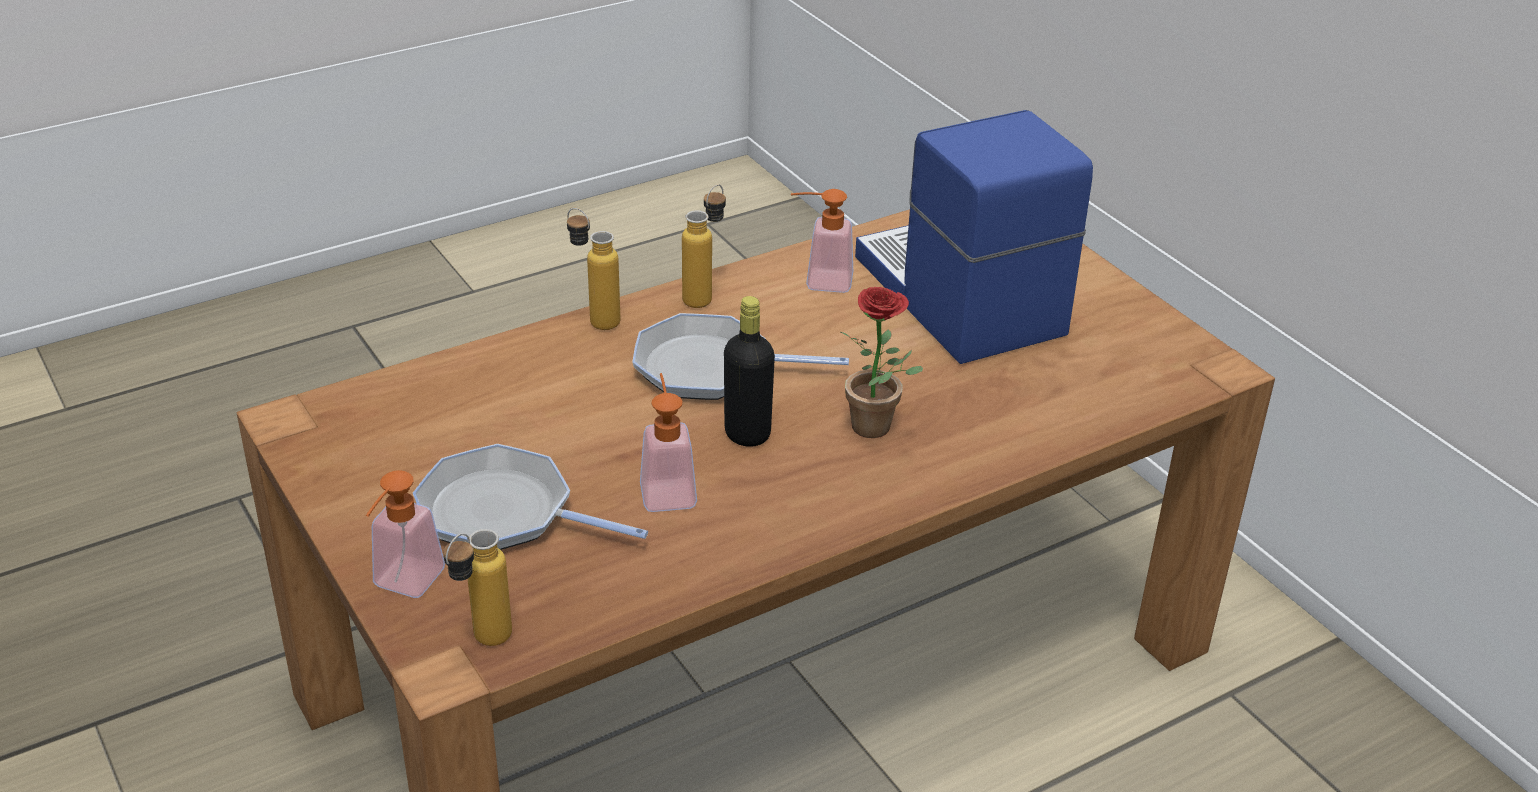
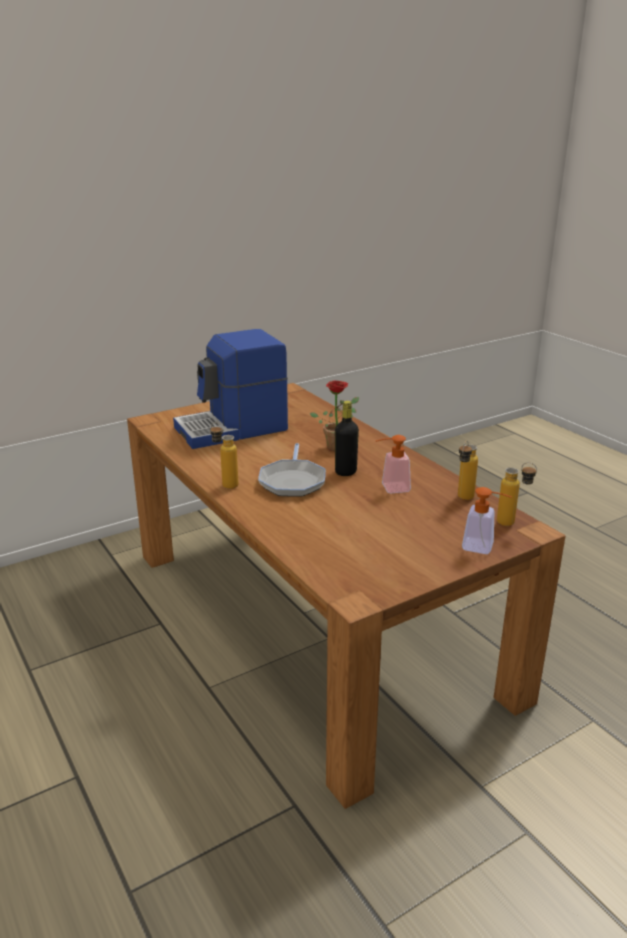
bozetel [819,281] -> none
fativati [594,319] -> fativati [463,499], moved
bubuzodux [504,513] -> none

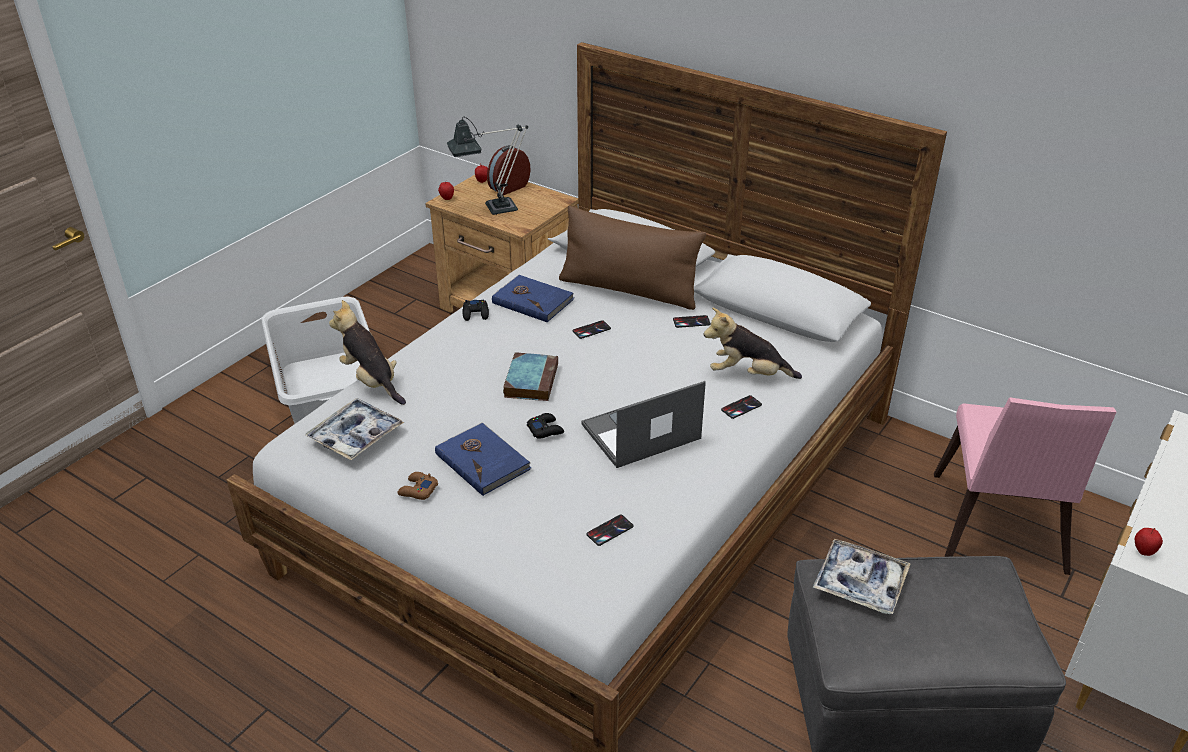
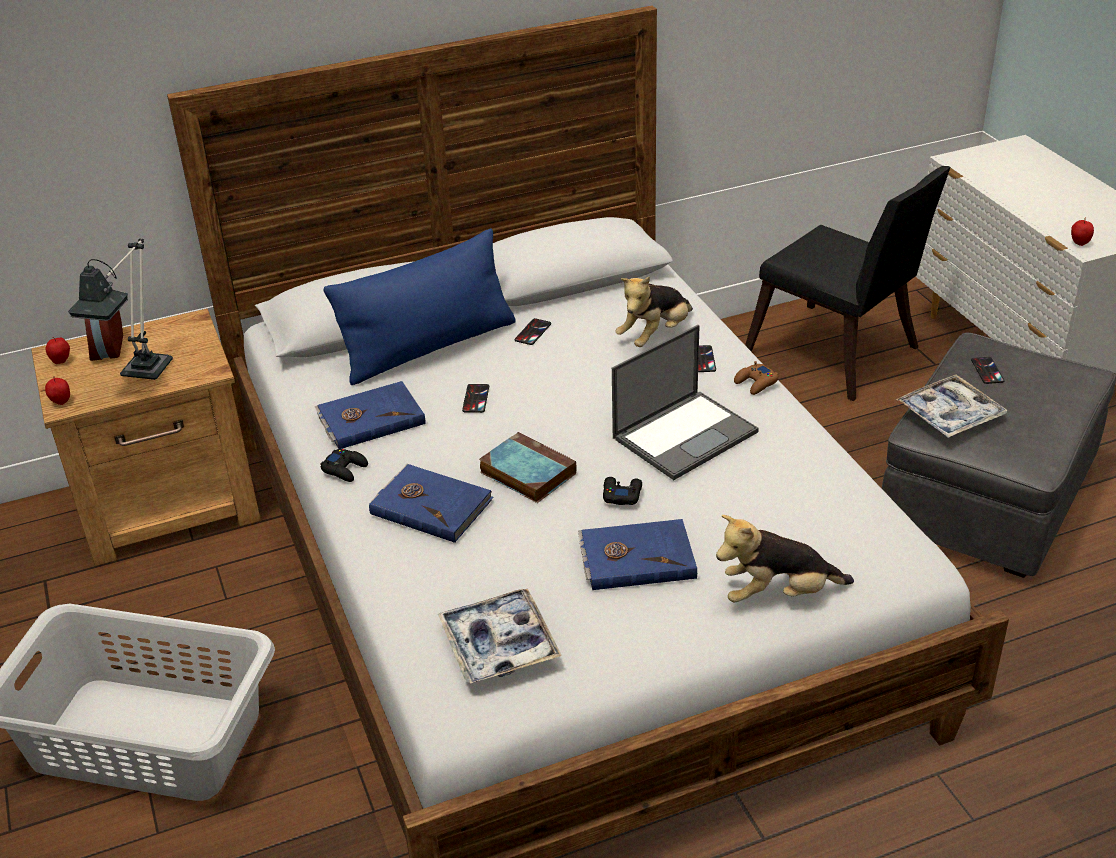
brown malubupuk [629,290] -> blue malubupuk [429,347]
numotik [371,381] -> numotik [778,594], moved
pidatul [640,432] -> pidatul [685,434], 135 degrees counterclockwise
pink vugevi [996,530] -> black vugevi [838,356]
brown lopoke [417,490] -> brown lopoke [756,383], moved
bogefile [609,530] -> bogefile [987,371], moved
none -> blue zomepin [431,505]

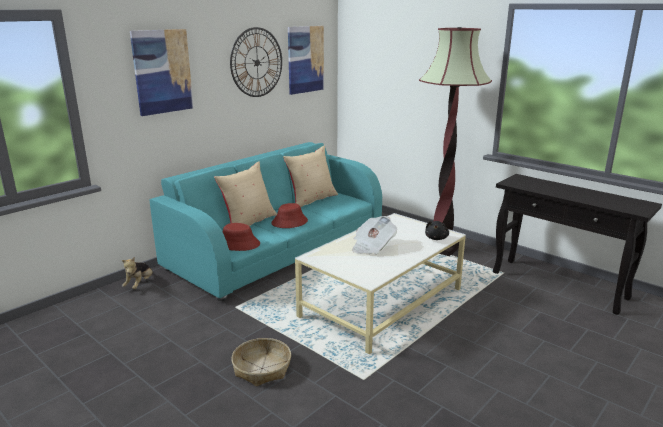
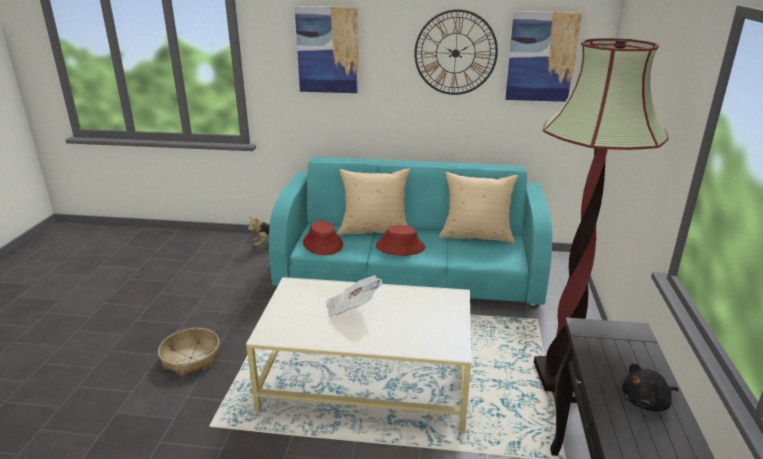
black numotik [436,238] -> black numotik [646,402], moved

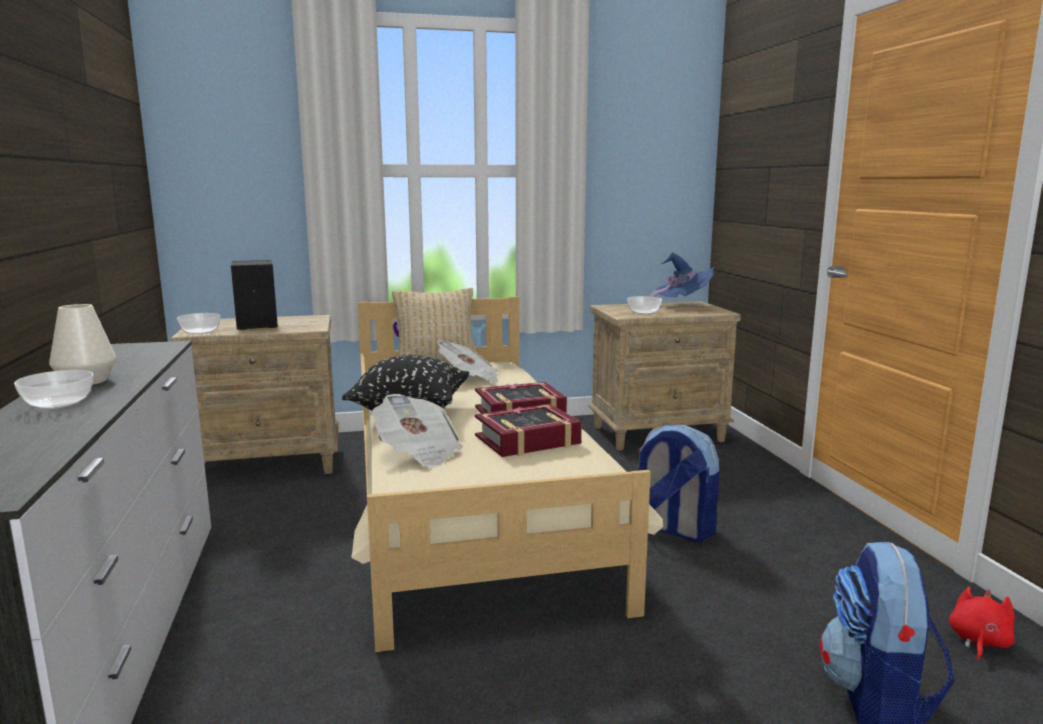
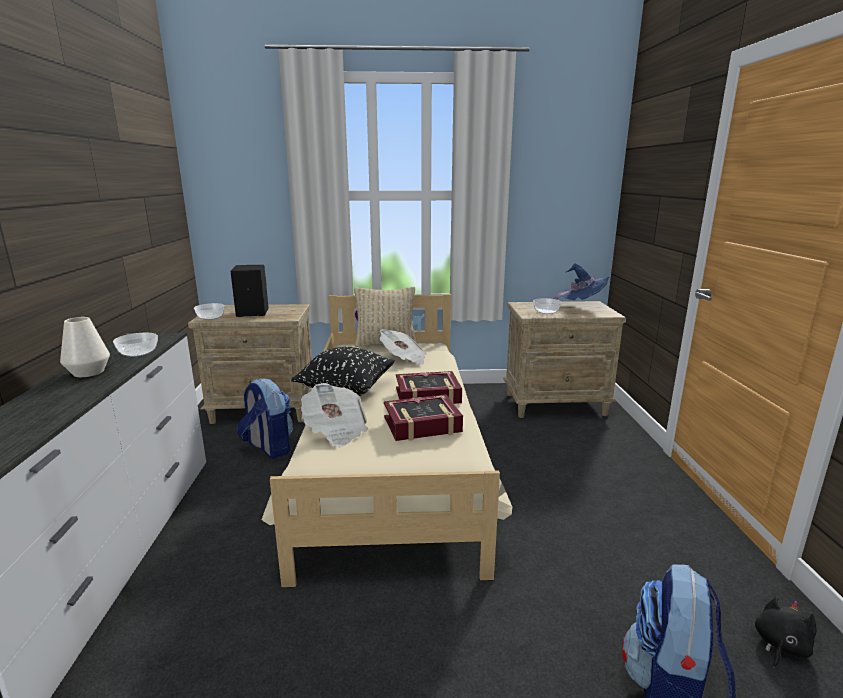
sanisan [59,403] -> sanisan [139,353], moved
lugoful [672,529] -> lugoful [268,448], moved
red numotik [978,642] -> black numotik [780,645]

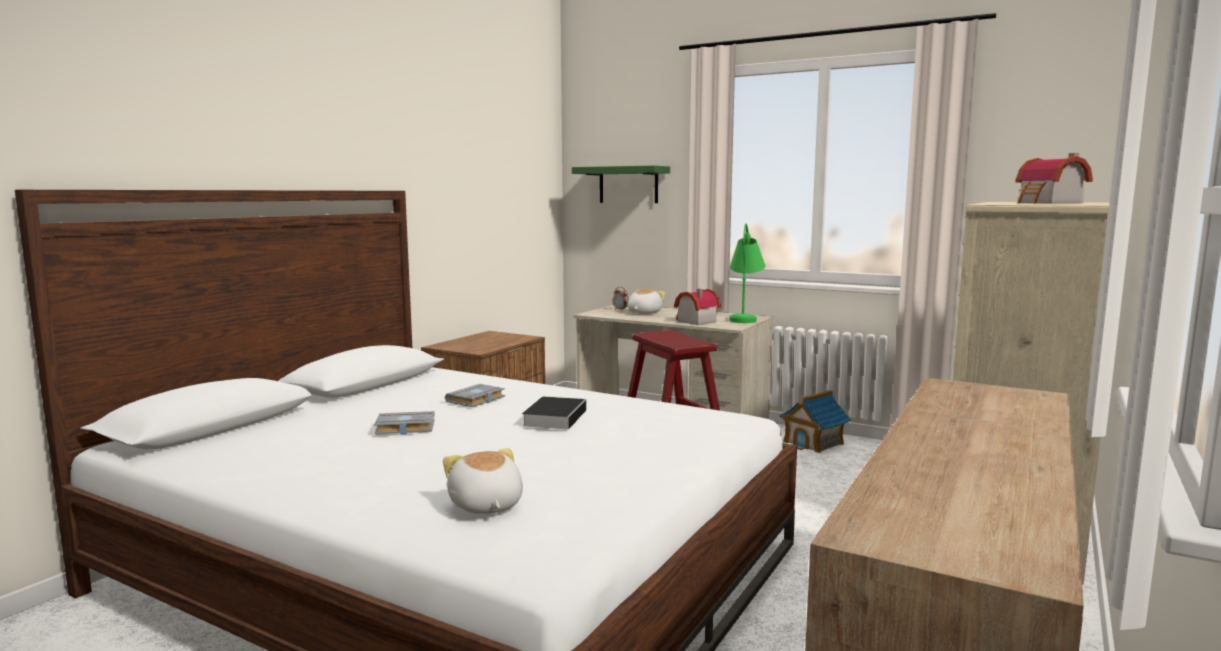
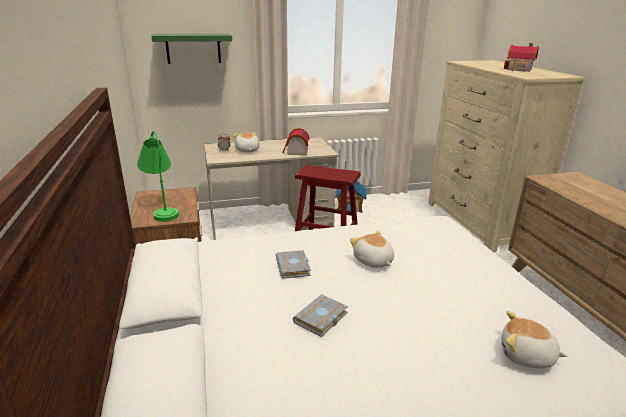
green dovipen [745,317] -> green dovipen [163,209], moved
zomepin [555,417] -> numotik [373,261]

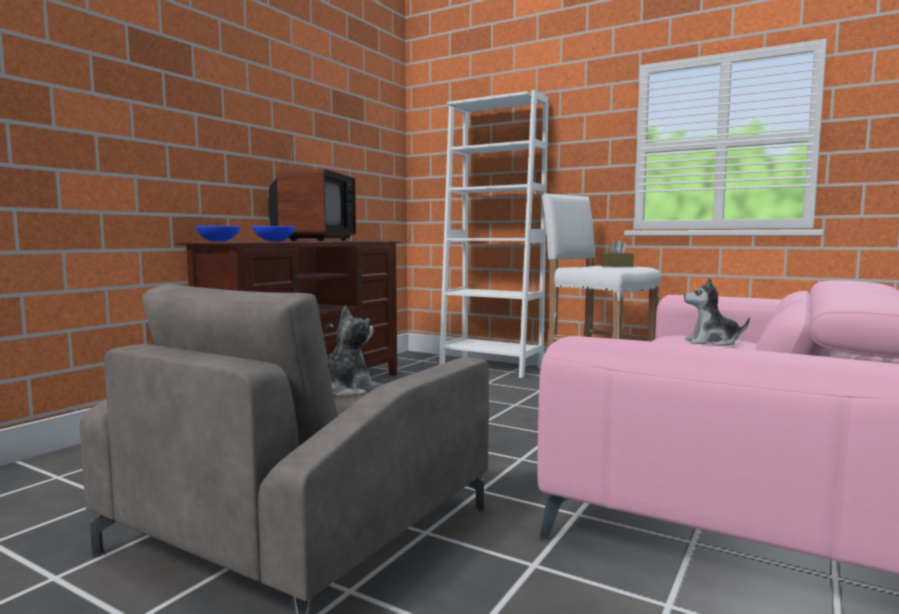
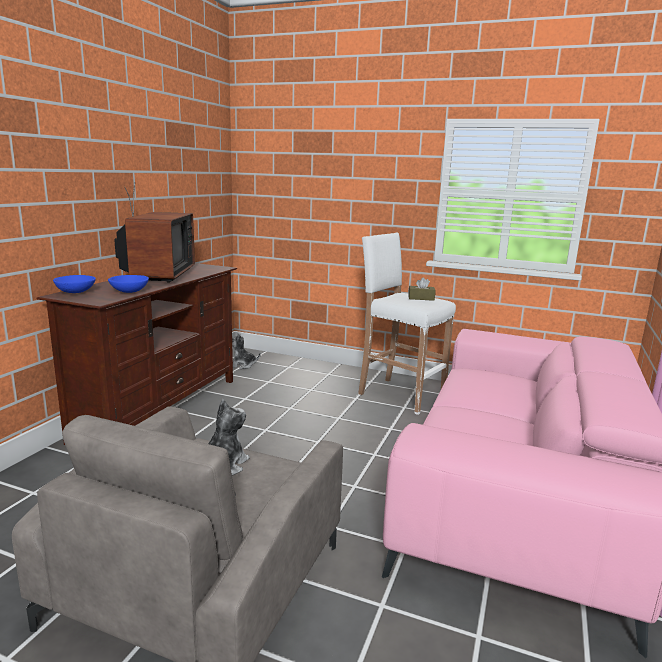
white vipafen [491,367] -> none
numotik [712,342] -> numotik [242,365], moved

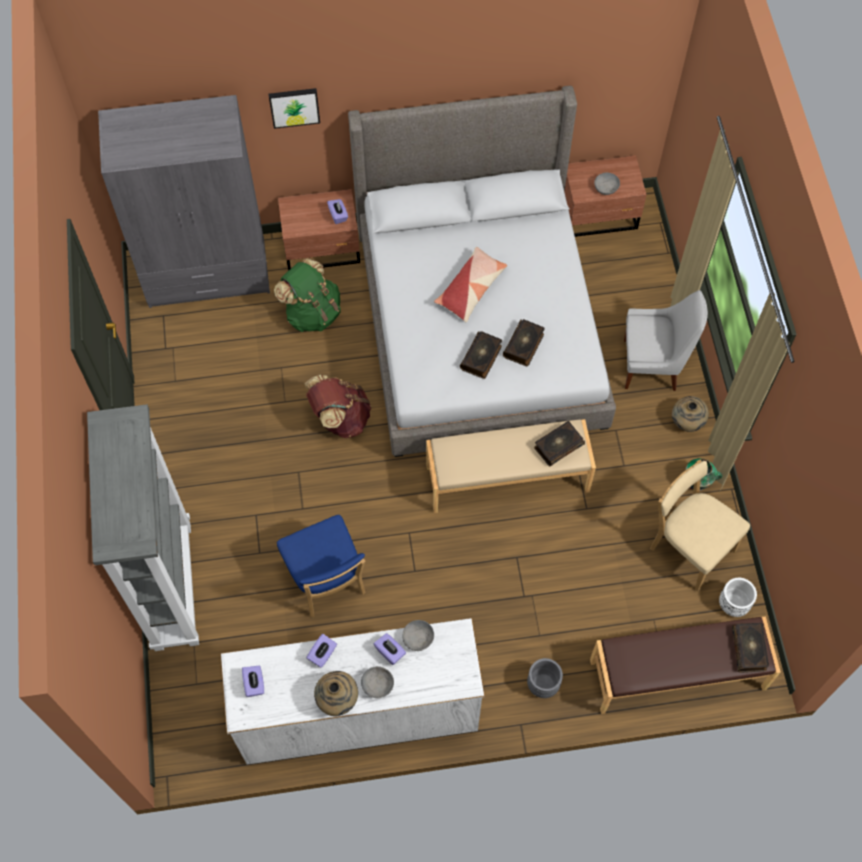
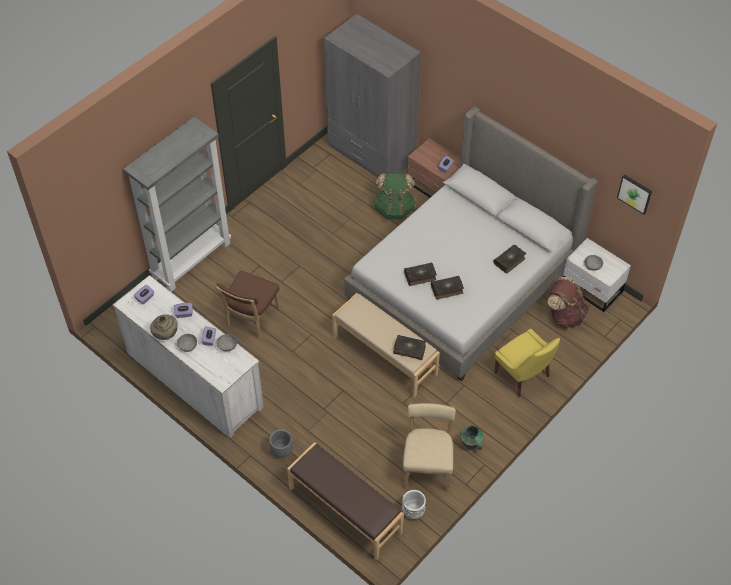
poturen [294,106] -> poturen [635,193], moved
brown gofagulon [599,215] -> white gofagulon [592,289]
malubupuk [471,288] -> none
white vugevi [652,365] -> yellow vugevi [523,376]
brown lugoful [340,418] -> brown lugoful [565,315], moved
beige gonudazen [686,423] -> none
blue vugevi [327,582] -> brown vugevi [251,319]
zomepin [749,649] -> zomepin [509,261], moved

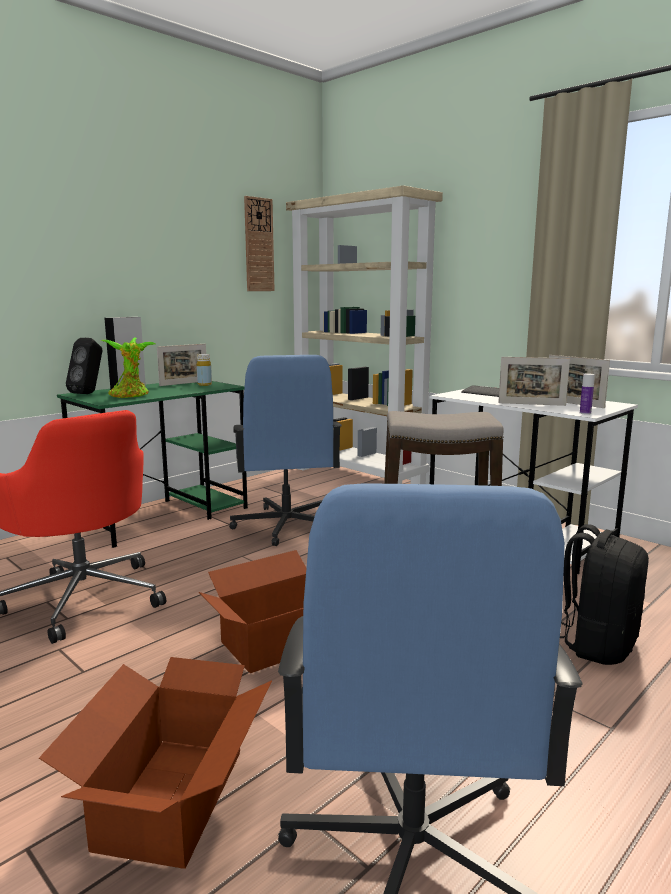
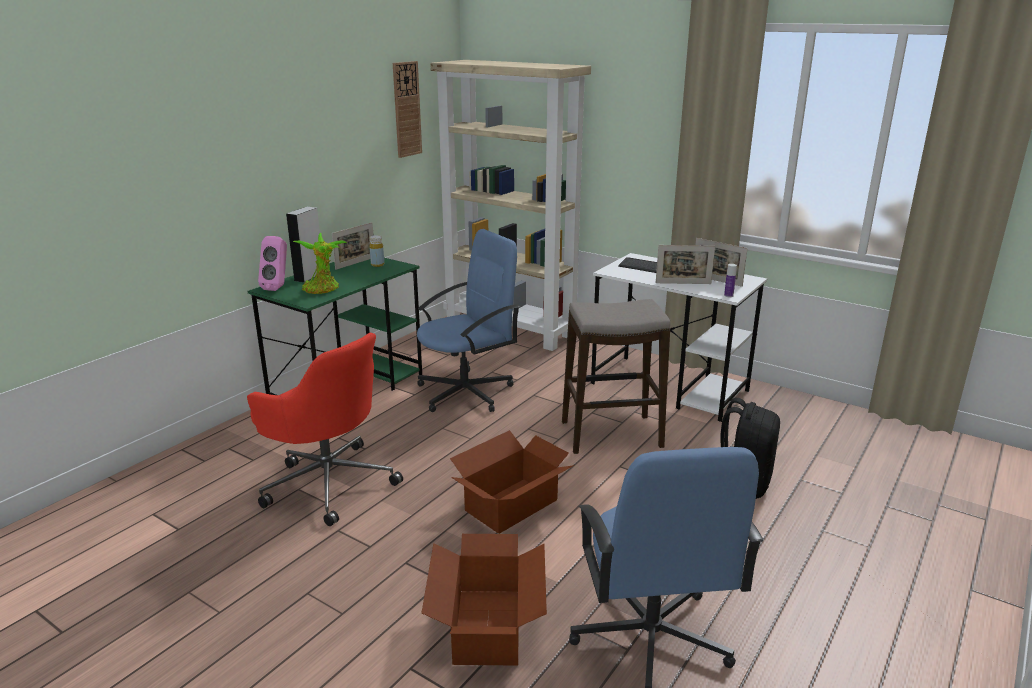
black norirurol [89,393] -> pink norirurol [278,287]
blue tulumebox [286,526] -> blue tulumebox [466,392], 105 degrees counterclockwise

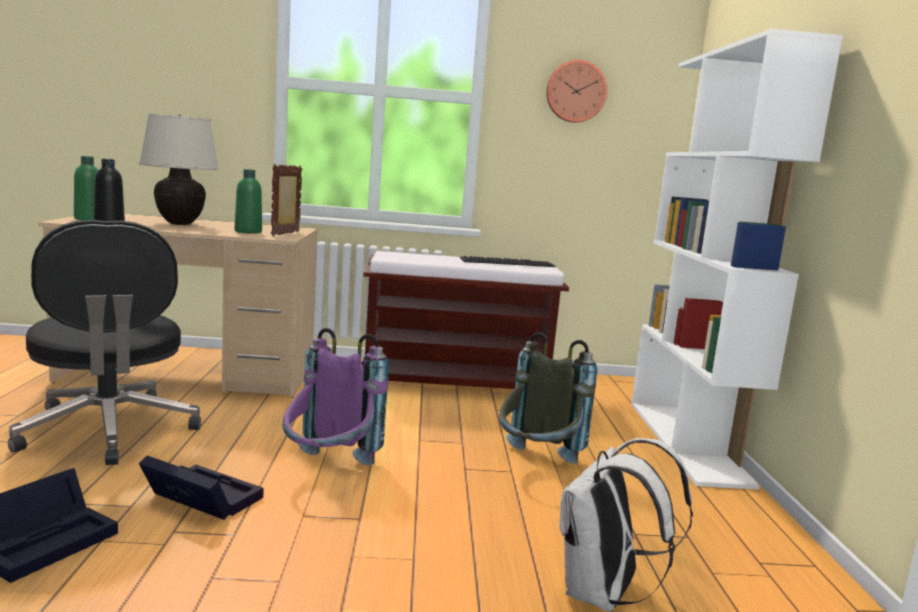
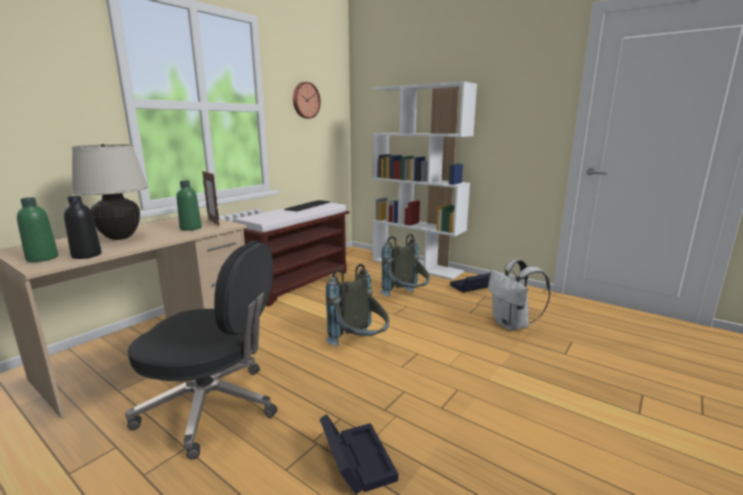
purple lugoful [329,470] -> grey lugoful [360,346]
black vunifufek [199,499] -> black vunifufek [472,287], moved

